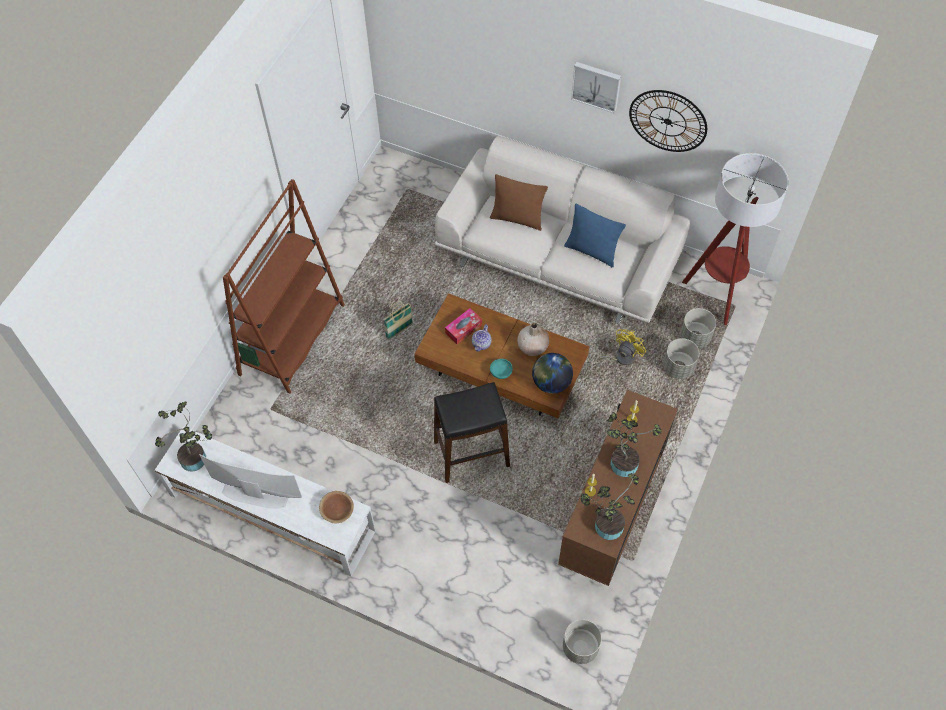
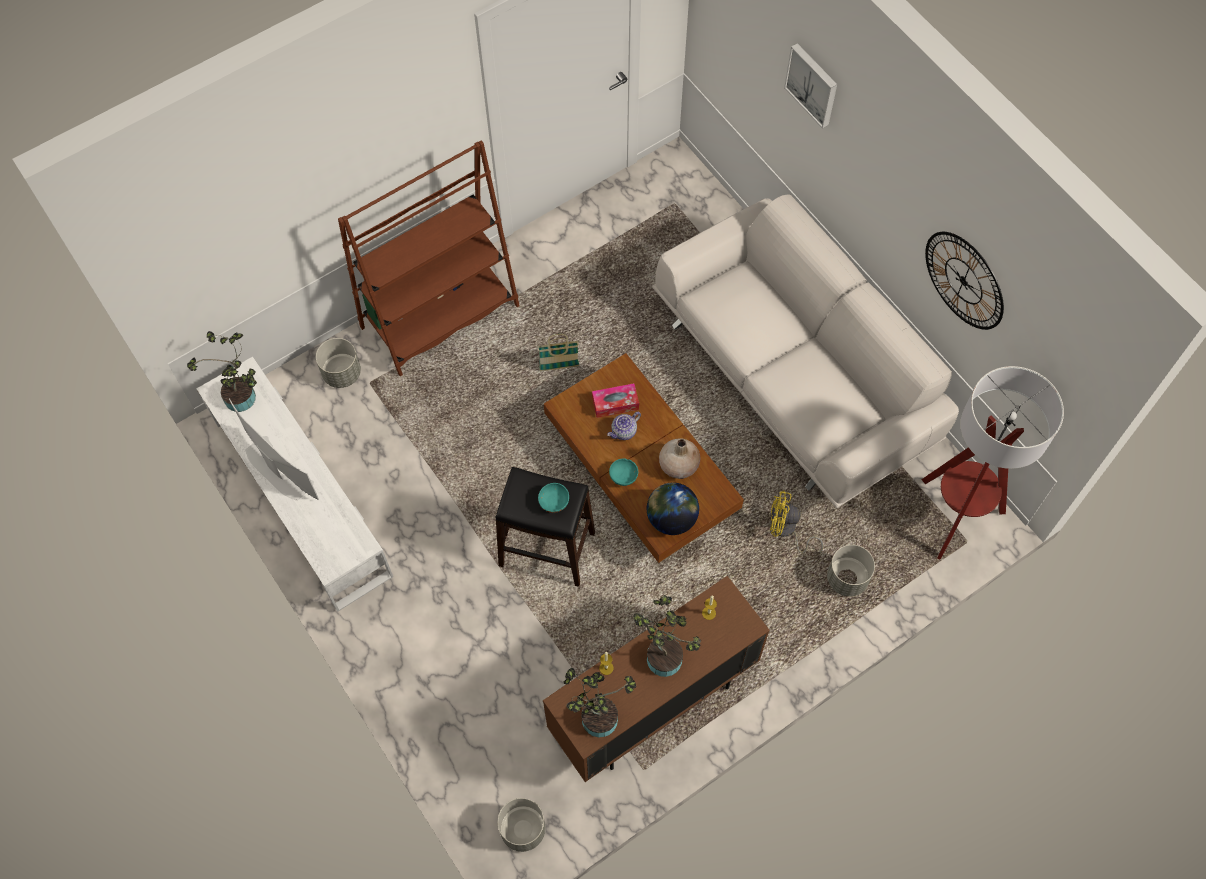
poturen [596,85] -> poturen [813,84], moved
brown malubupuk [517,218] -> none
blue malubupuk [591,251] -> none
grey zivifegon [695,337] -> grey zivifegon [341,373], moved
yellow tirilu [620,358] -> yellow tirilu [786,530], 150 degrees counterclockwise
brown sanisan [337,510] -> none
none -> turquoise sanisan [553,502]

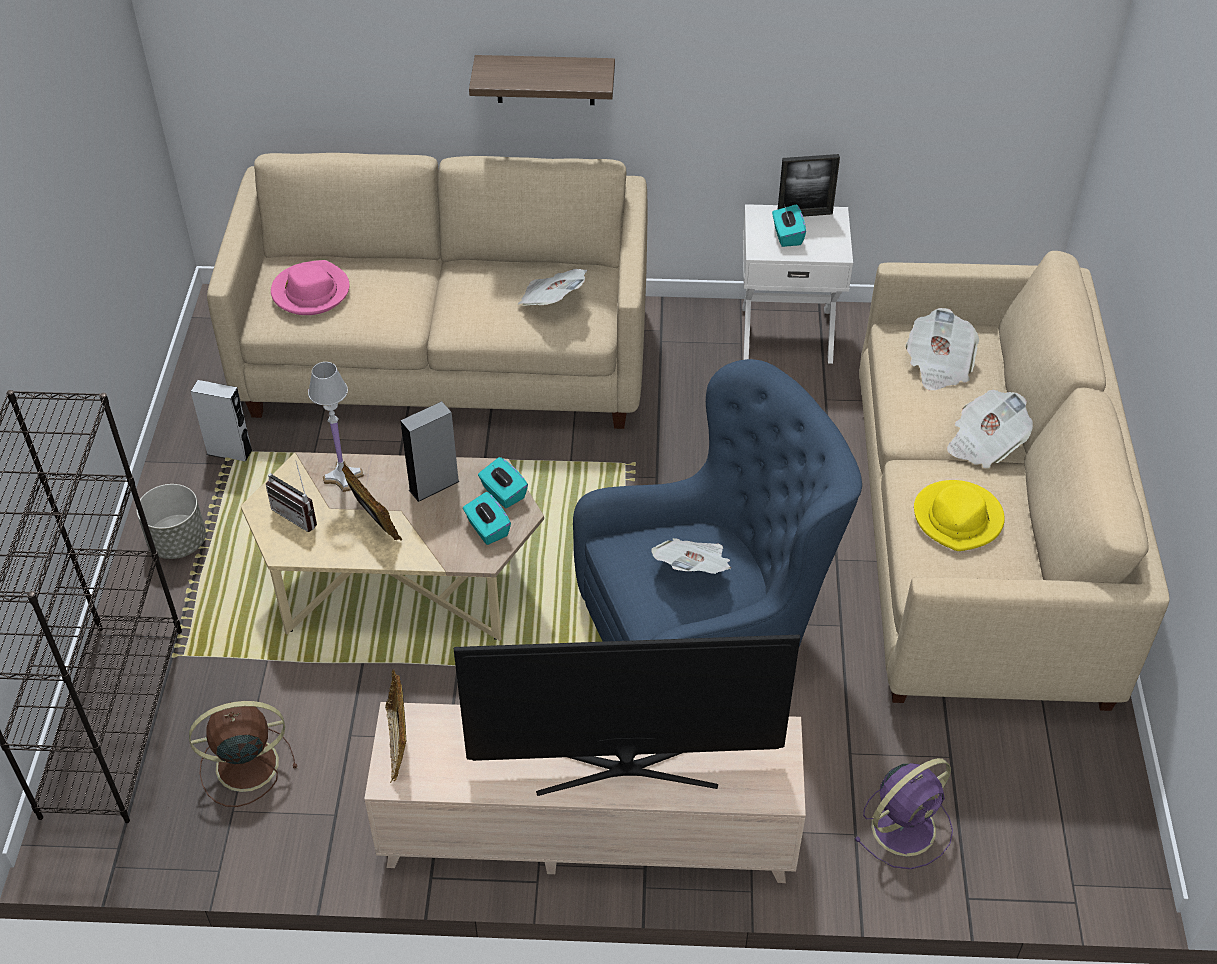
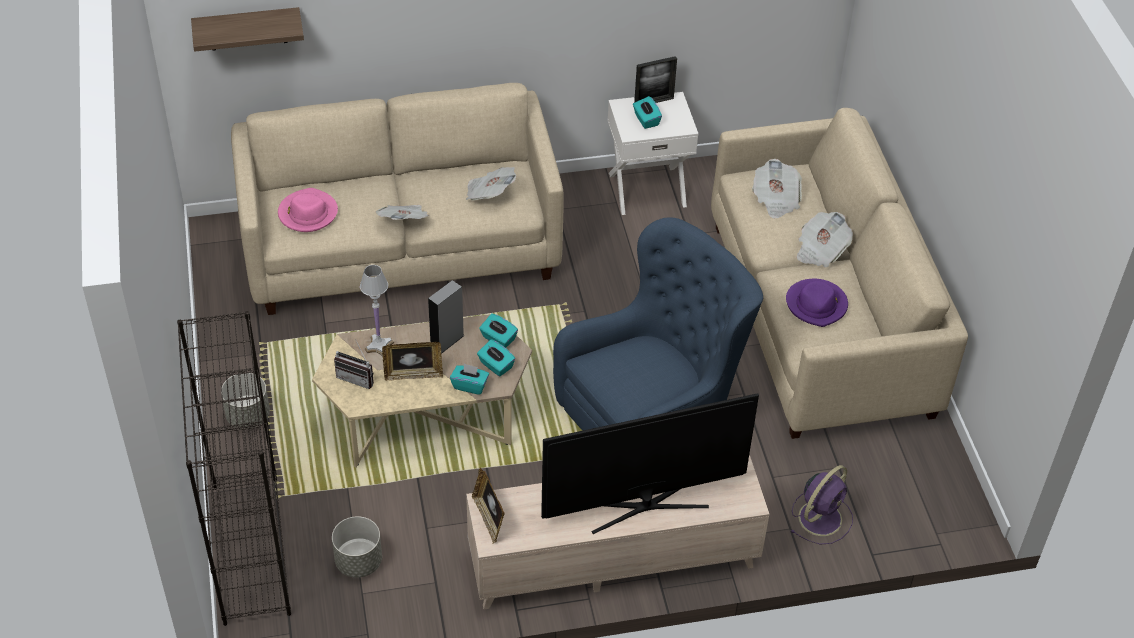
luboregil [545,80] -> luboregil [247,29], moved
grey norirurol [229,452] -> none
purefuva [373,522] -> purefuva [413,374], 135 degrees clockwise
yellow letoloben [958,518] -> purple letoloben [816,305]
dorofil [693,569] -> dorofil [404,222], moved
brown tirilu [244,765] -> grey zivifegon [358,562]
none -> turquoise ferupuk [470,385]

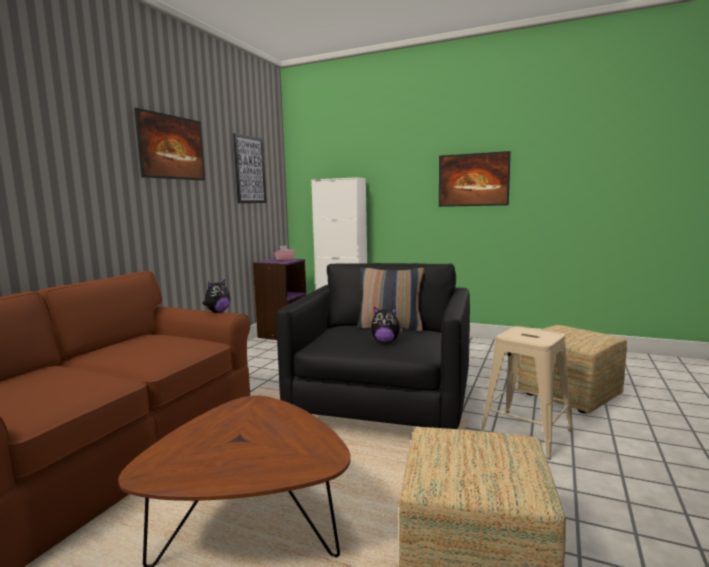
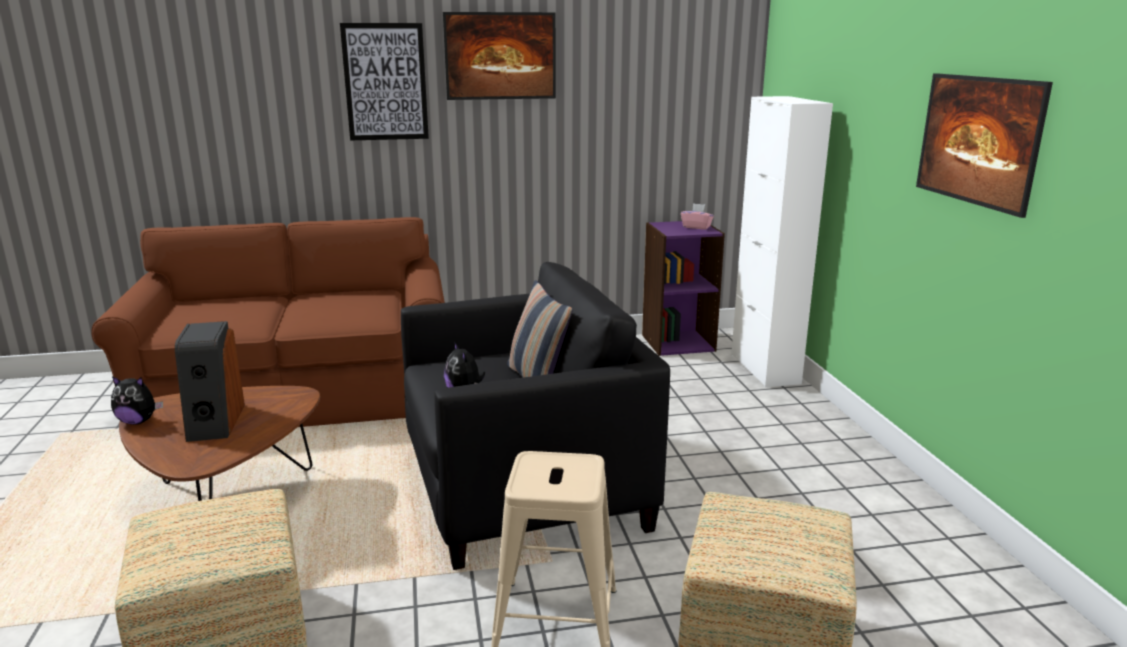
poturen [250,170] -> poturen [385,82], moved
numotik [217,312] -> numotik [138,421], moved
none -> norirurol [214,422]

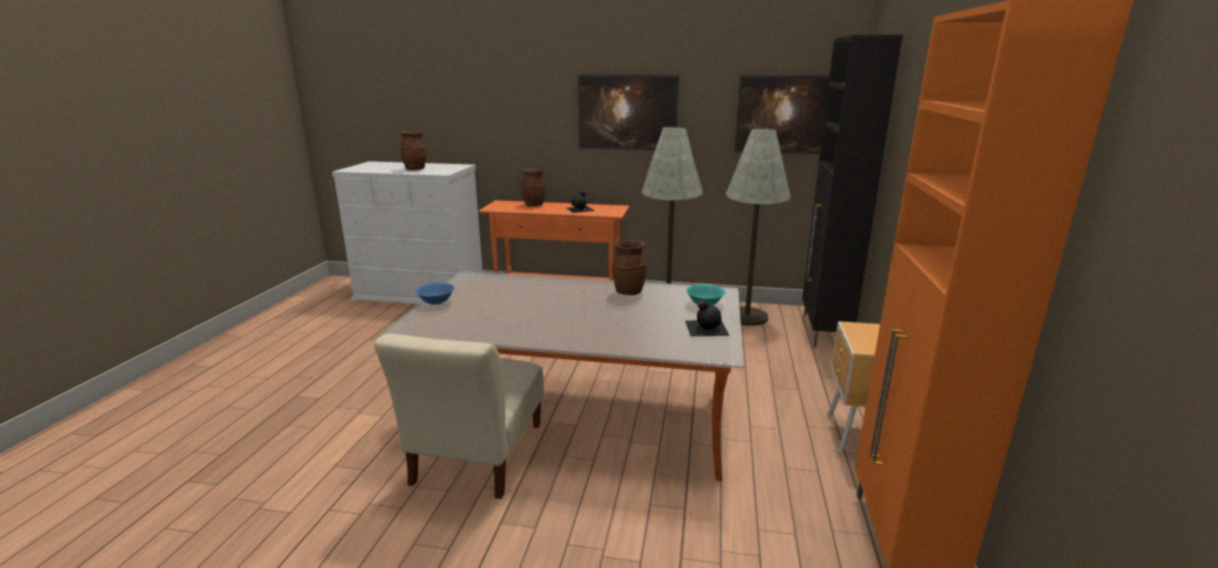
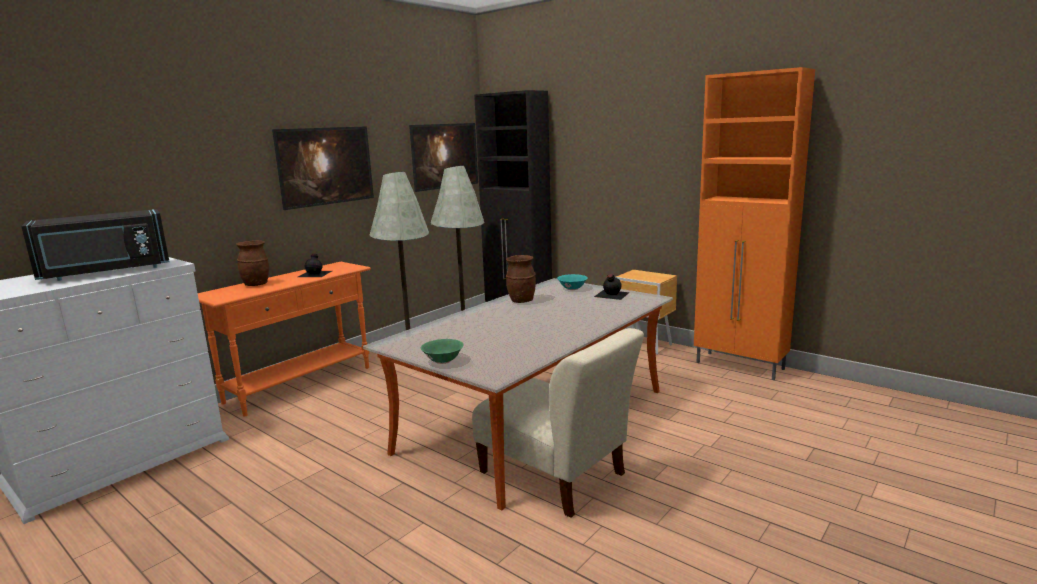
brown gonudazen [415,169] -> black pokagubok [106,272]
blue sanisan [436,302] -> green sanisan [443,360]

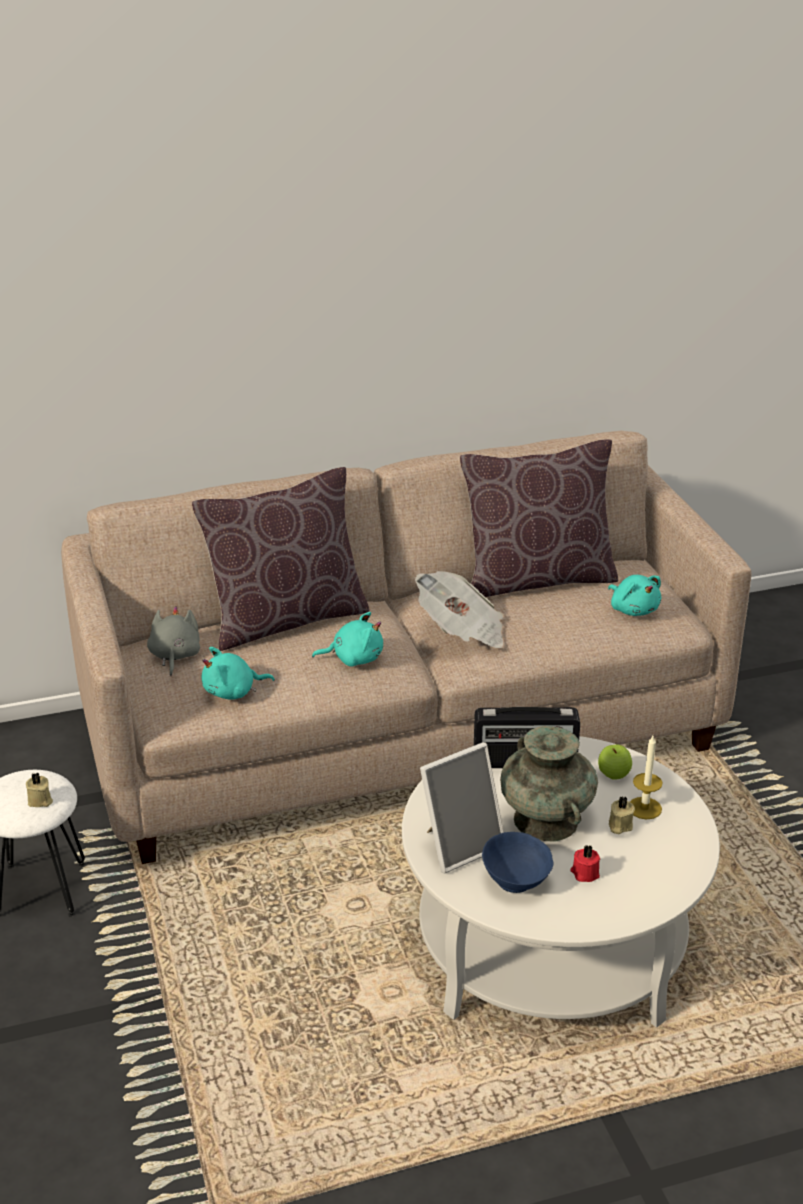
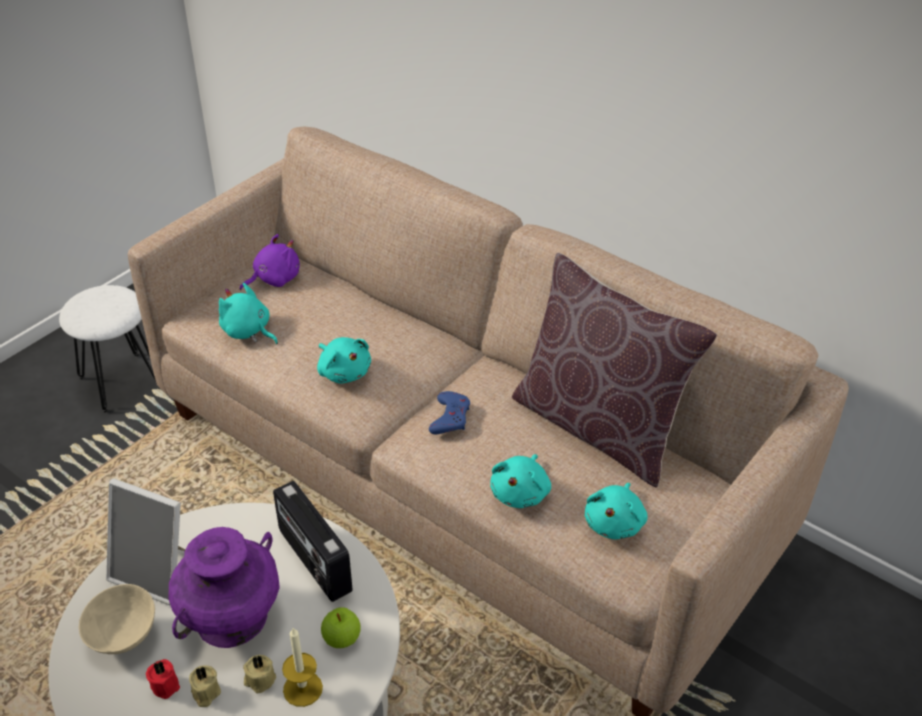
brown malubupuk [286,619] -> none
dorofil [461,631] -> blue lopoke [450,417]
grey numotik [174,656] -> purple numotik [274,279]
turquoise gonudazen [545,820] -> purple gonudazen [232,617]
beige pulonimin [40,801] -> beige pulonimin [205,693], moved
blue sanisan [515,883] -> beige sanisan [123,637]
none -> turquoise numotik [521,493]

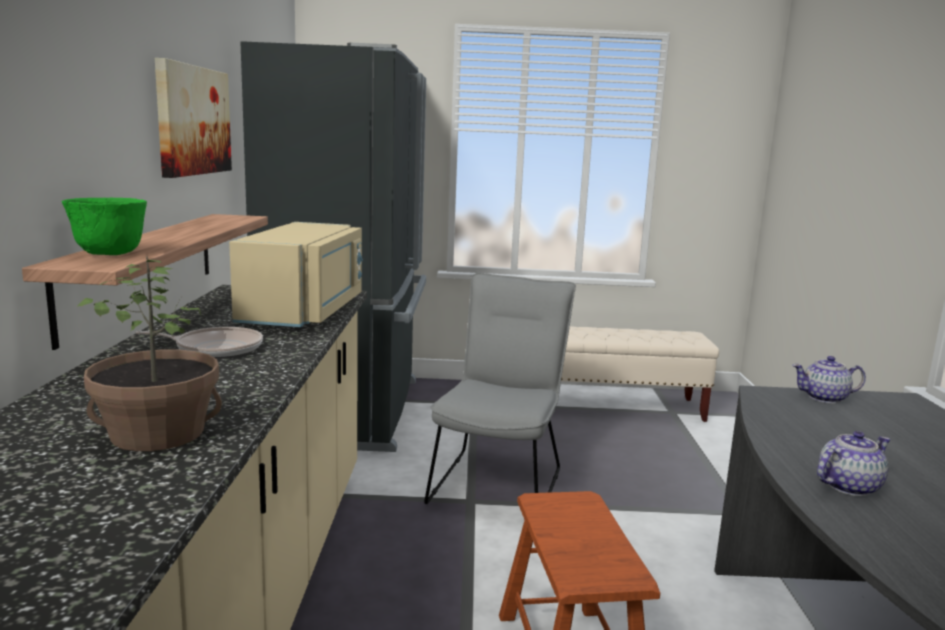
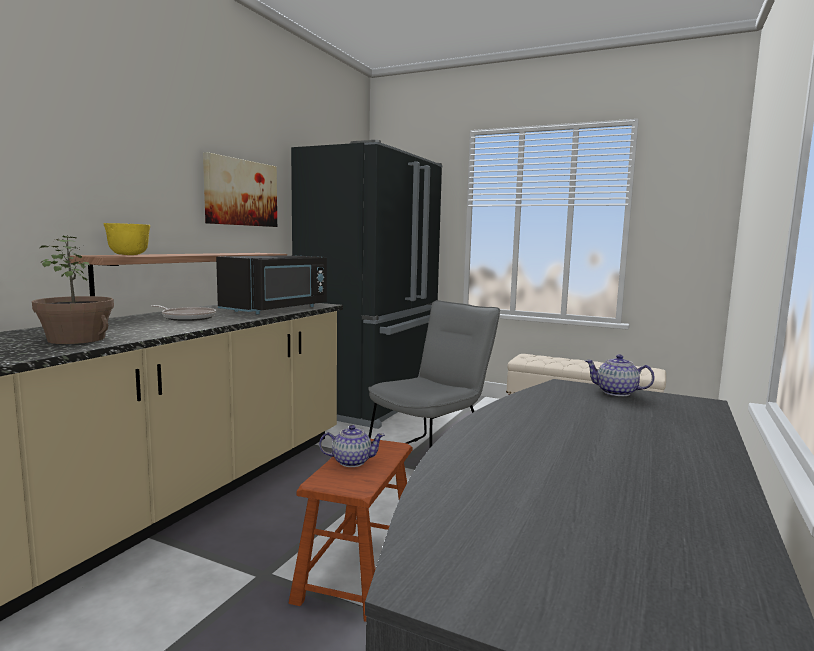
green sanisan [108,254] -> yellow sanisan [127,255]
beige pokagubok [306,312] -> black pokagubok [278,309]
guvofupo [847,486] -> guvofupo [351,461], moved

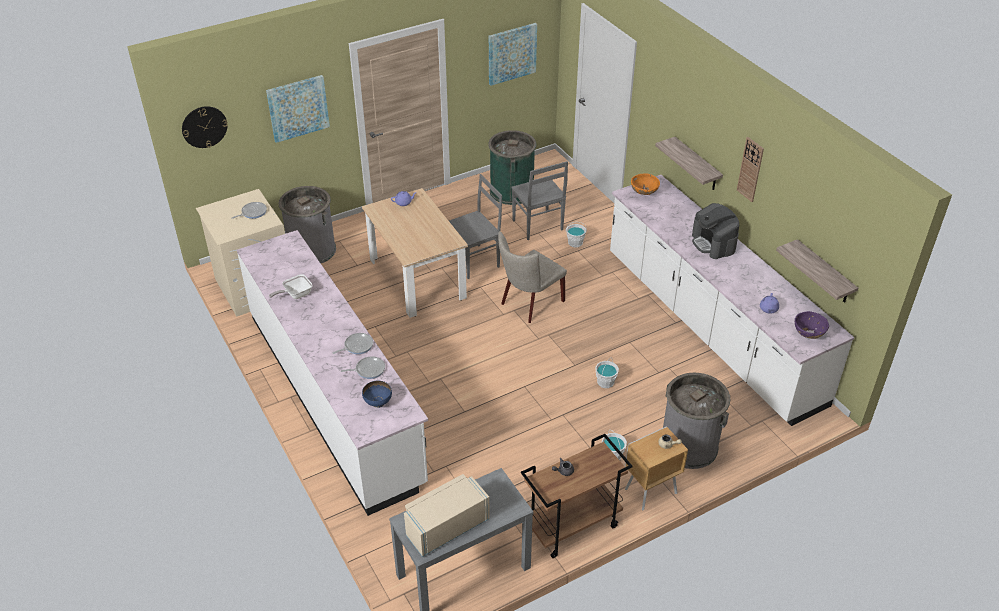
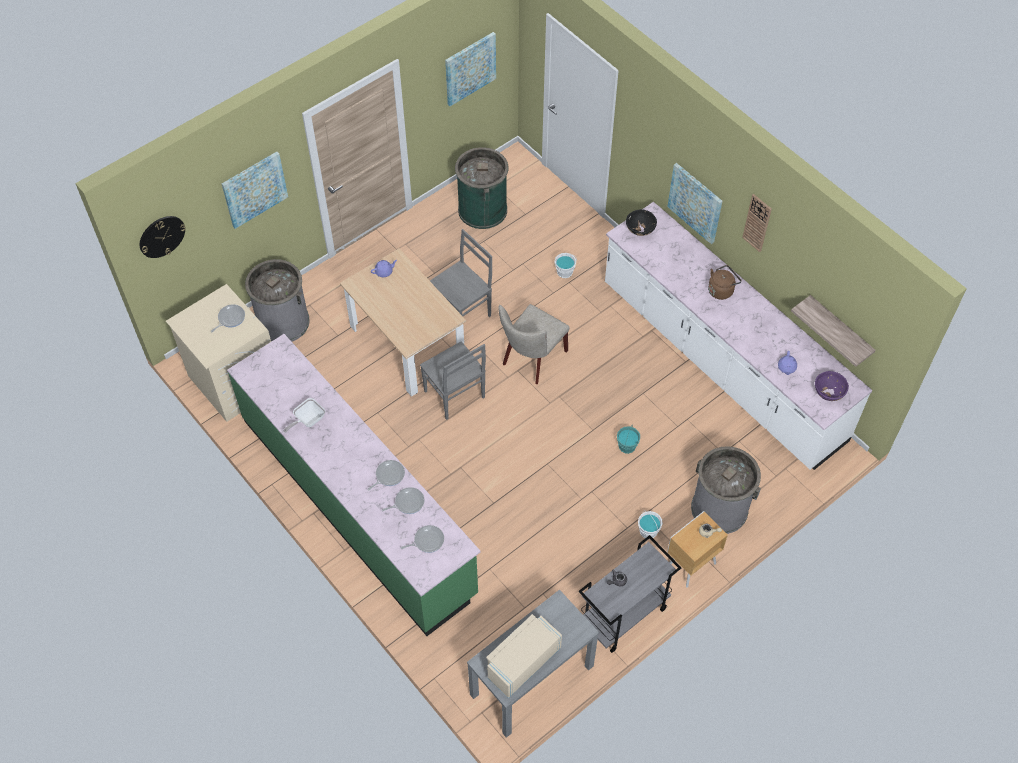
luboregil [697,165] -> poturen [695,202]
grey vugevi [538,226] -> grey vugevi [455,396], moved
orange sanisan [644,193] -> black sanisan [640,230]
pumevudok [713,243] -> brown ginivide [721,290]
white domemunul [334,396] -> green domemunul [358,505]
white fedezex [605,382] -> turquoise fedezex [627,446]
blue sanisan [377,403] -> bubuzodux [427,540]
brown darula [571,526] -> grey darula [623,616]

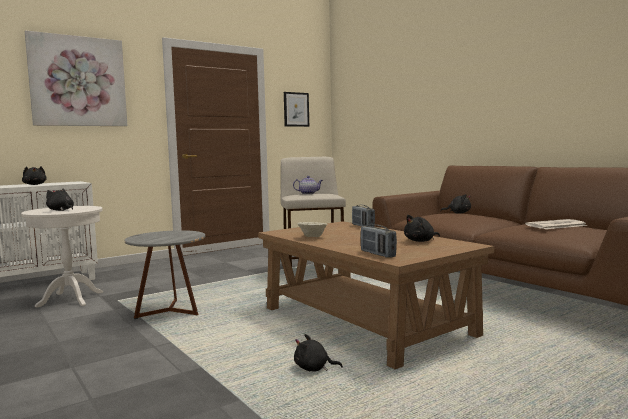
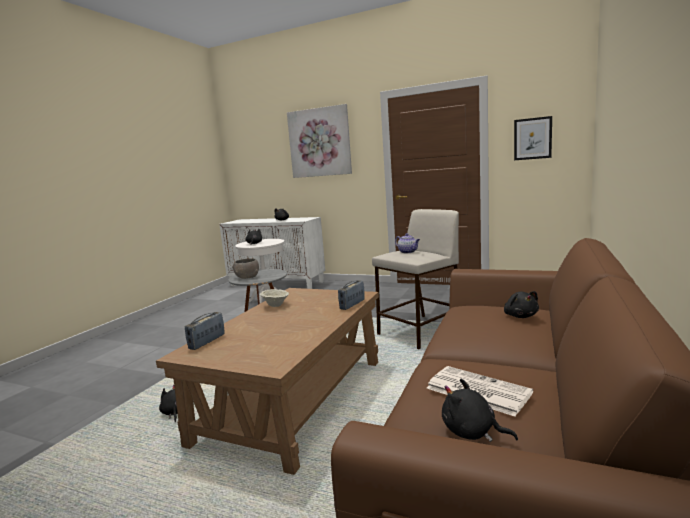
black numotik [421,241] -> black numotik [472,432], moved
none -> grey sanisan [247,277]

